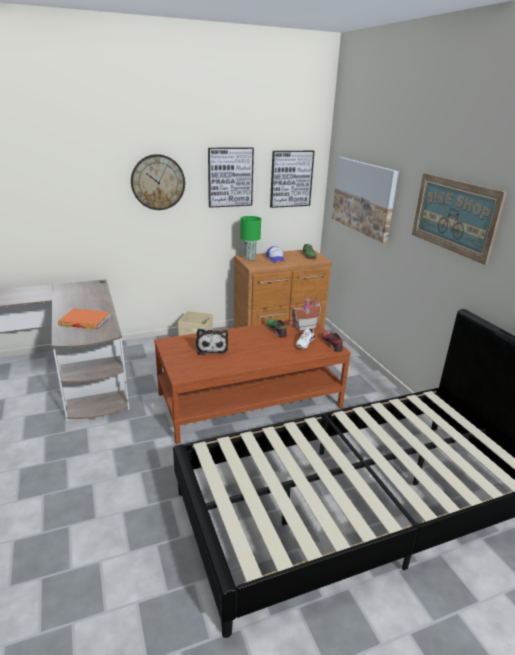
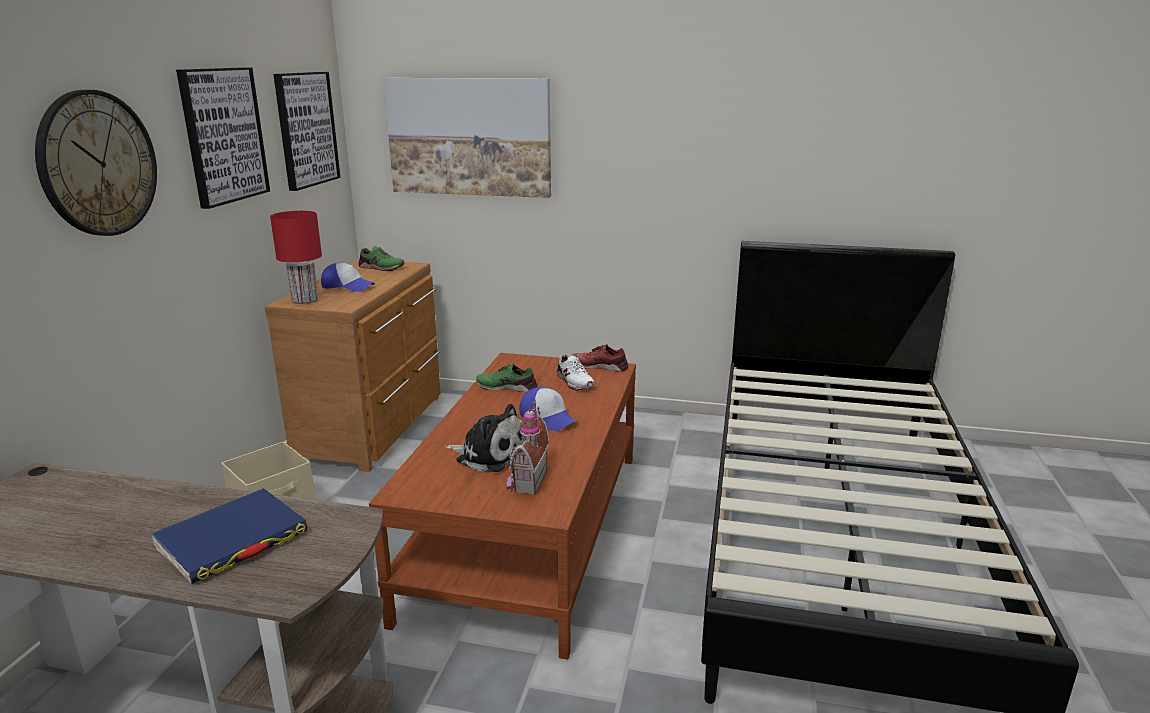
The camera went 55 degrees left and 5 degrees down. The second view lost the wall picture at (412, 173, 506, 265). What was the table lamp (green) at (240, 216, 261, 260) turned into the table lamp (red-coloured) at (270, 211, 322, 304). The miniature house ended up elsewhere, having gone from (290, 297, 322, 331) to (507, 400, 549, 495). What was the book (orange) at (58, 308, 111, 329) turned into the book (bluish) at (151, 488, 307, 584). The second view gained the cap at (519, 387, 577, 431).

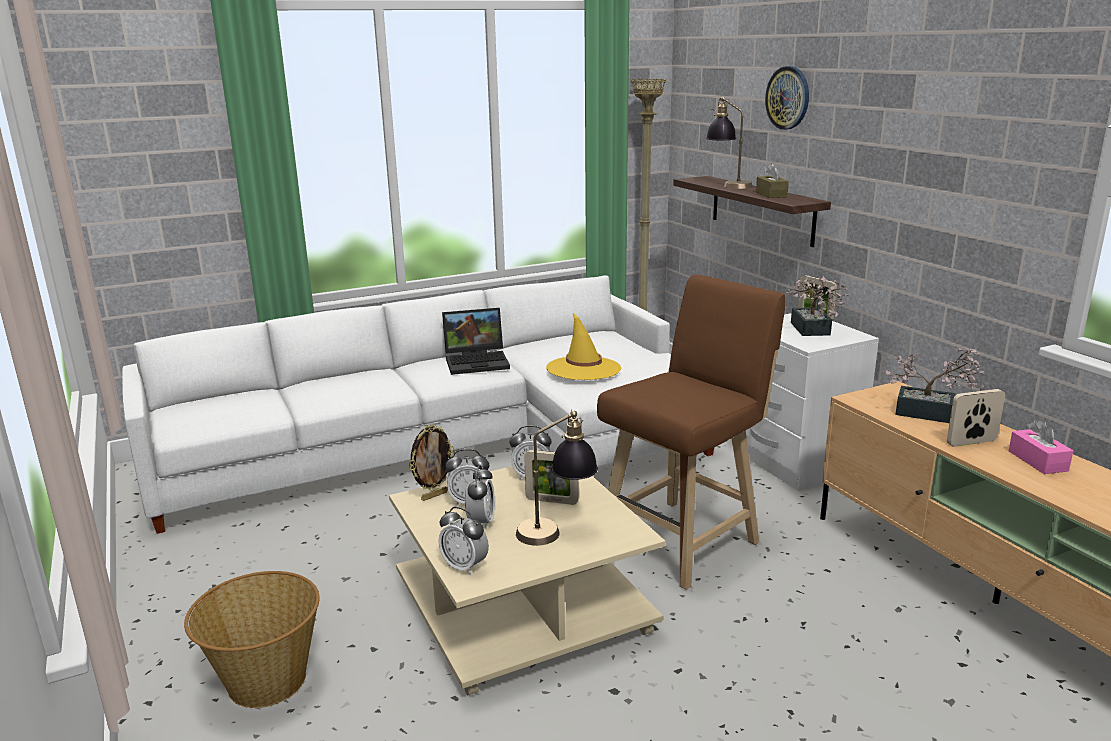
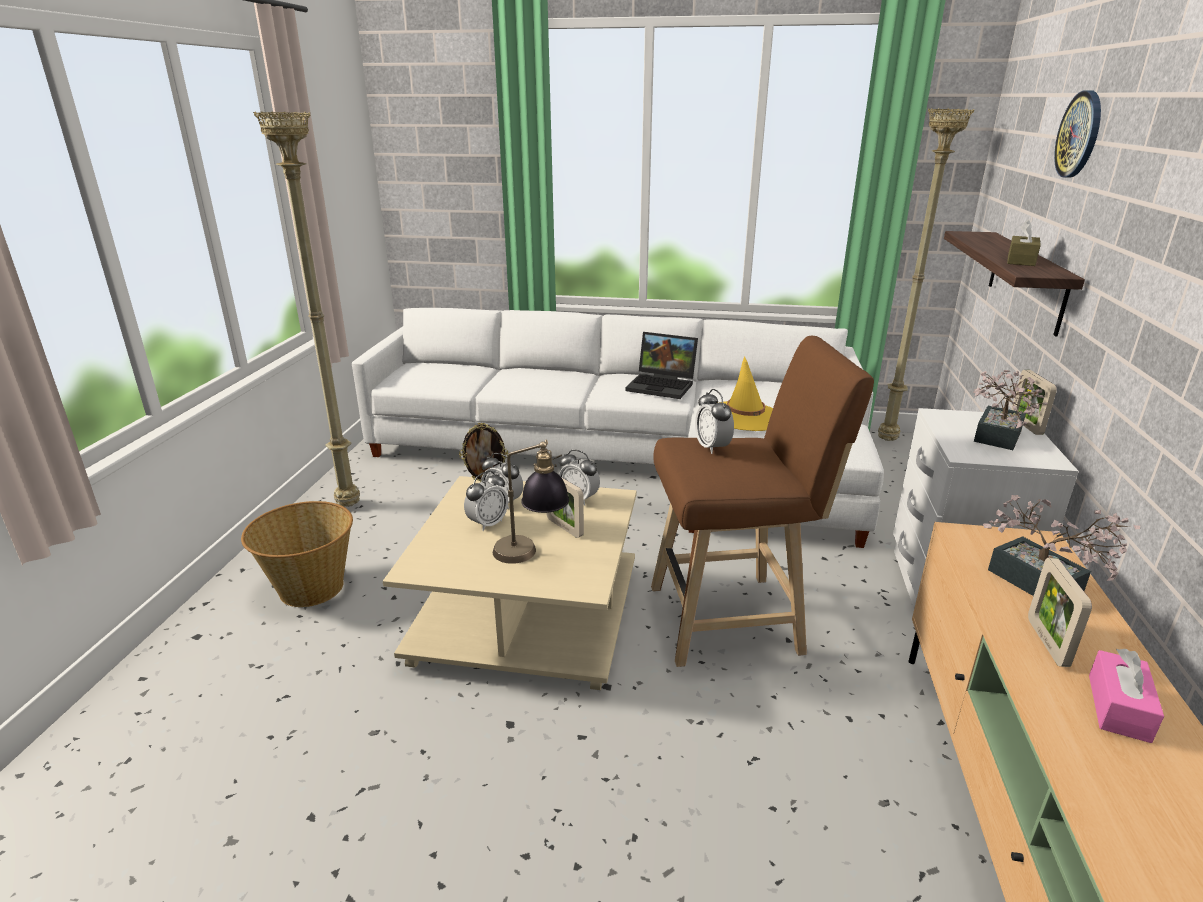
The camera went 35 degrees right and 5 degrees up. The second view lost the table lamp at (706, 97, 753, 189). The standing frame at (947, 389, 1005, 447) ended up facing another way, 105 degrees counterclockwise from before. The table clock ended up elsewhere, having gone from (438, 507, 489, 575) to (695, 389, 734, 454). The second view gained the standing lamp (beige-coloured) at (253, 111, 360, 507).

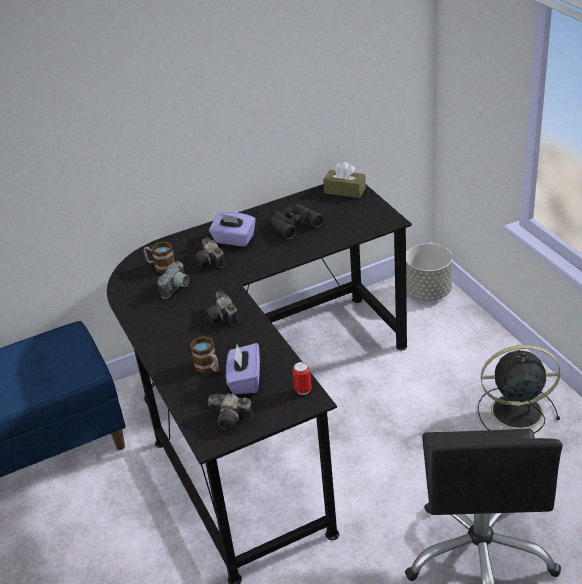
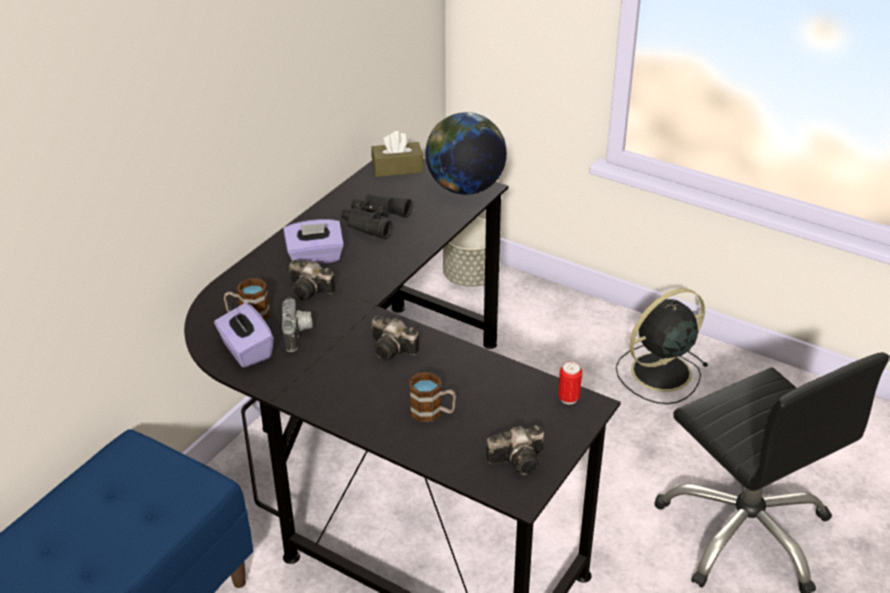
The camera went 35 degrees left and 0 degrees up. The box of tissues (purplish) ended up elsewhere, having gone from (226, 343, 260, 394) to (214, 303, 274, 368). The second view gained the world globe at (425, 112, 507, 195).

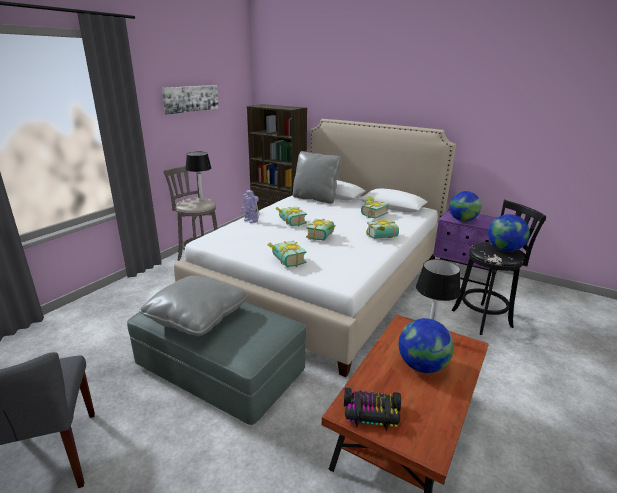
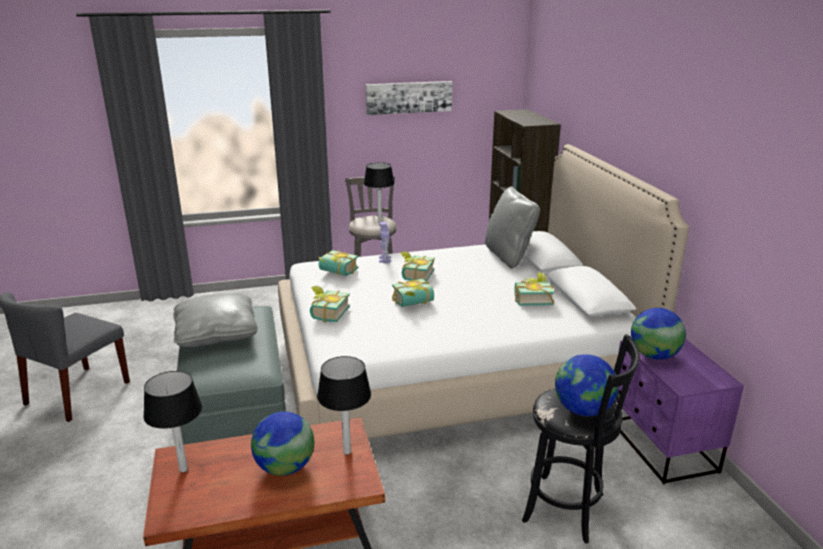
The camera went 45 degrees right and 0 degrees up. The book ended up elsewhere, having gone from (366, 220, 399, 239) to (318, 250, 359, 276). Where the toy car stood at (344, 387, 401, 432), the table lamp came to stand at (143, 371, 202, 472).

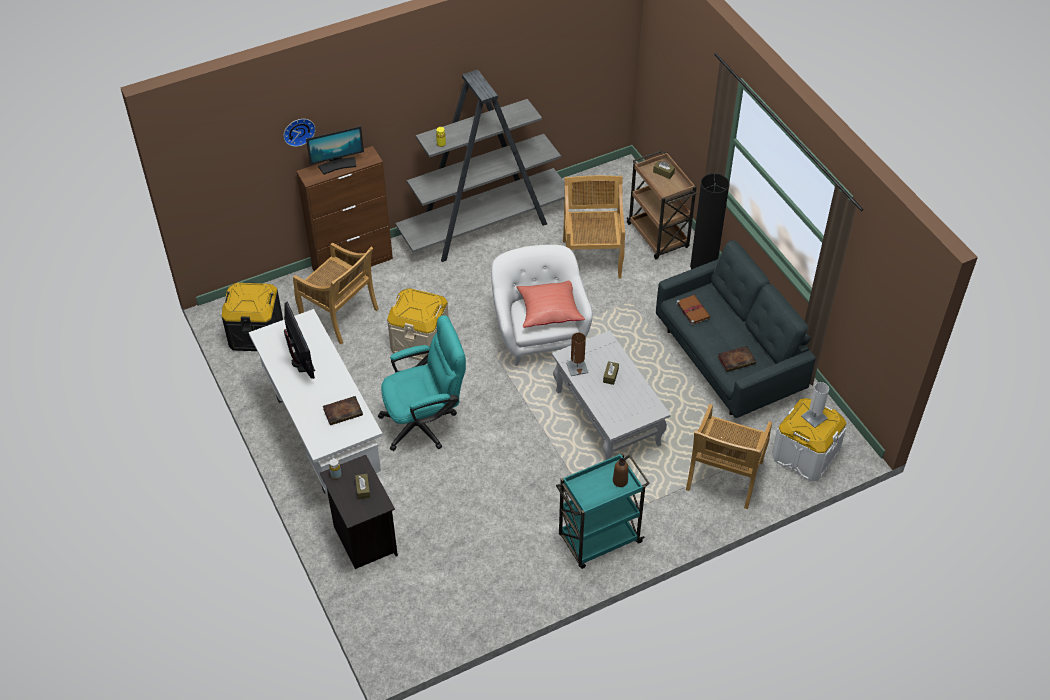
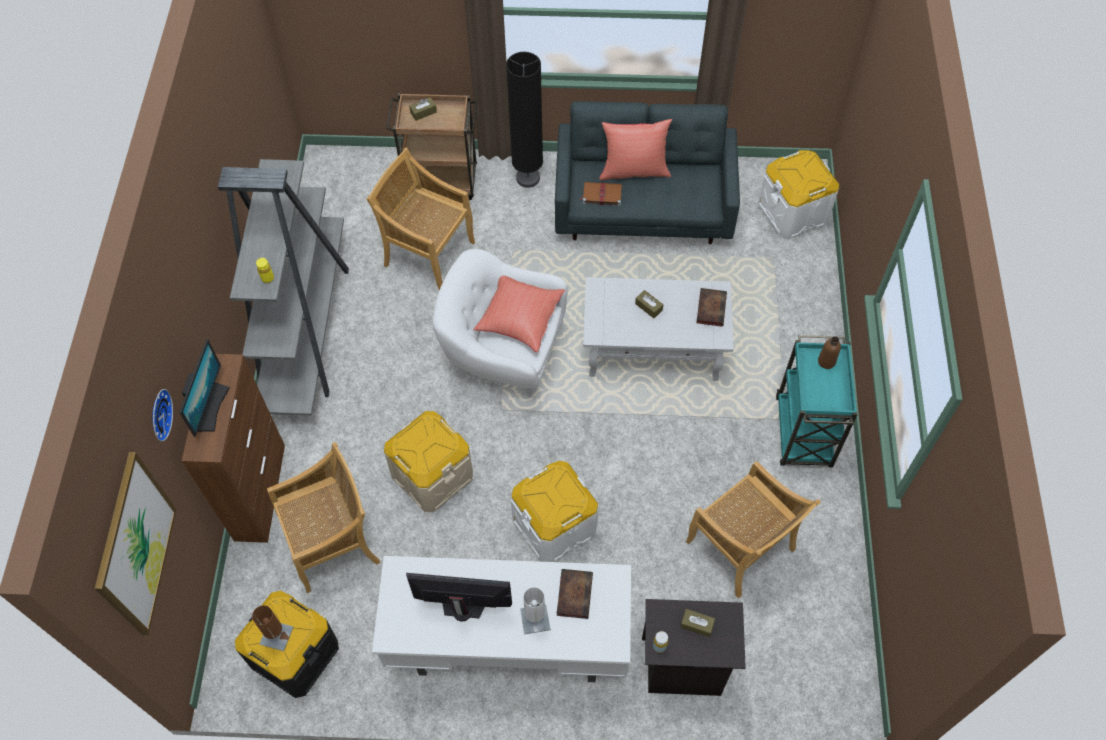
The camera went 60 degrees left and 10 degrees up. Where the computer chair (turquoise) stood at (378, 315, 466, 451), the storage bin (whitish) came to stand at (511, 461, 599, 562). The table lamp (brown-coloured) ended up elsewhere, having gone from (566, 333, 589, 376) to (252, 605, 293, 651). The book ended up elsewhere, having gone from (718, 346, 756, 372) to (696, 288, 727, 327). The table lamp (whitish) ended up elsewhere, having gone from (801, 382, 829, 428) to (520, 587, 551, 635). The chair (beige-coloured) ended up elsewhere, having gone from (686, 404, 772, 509) to (686, 461, 821, 598). The second view gained the throw pillow (red-coloured) at (599, 119, 672, 180). The second view gained the wall picture at (95, 452, 176, 635).

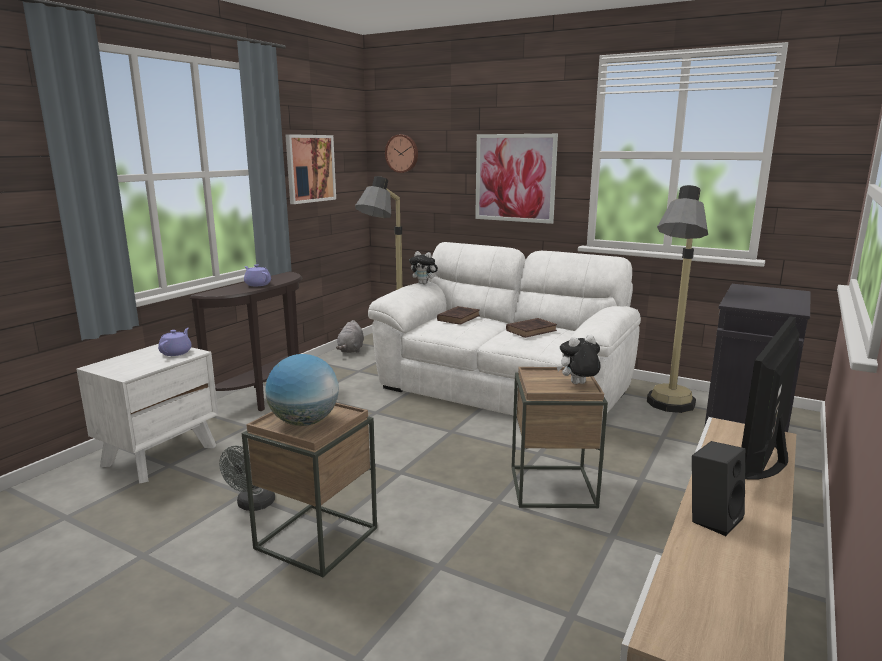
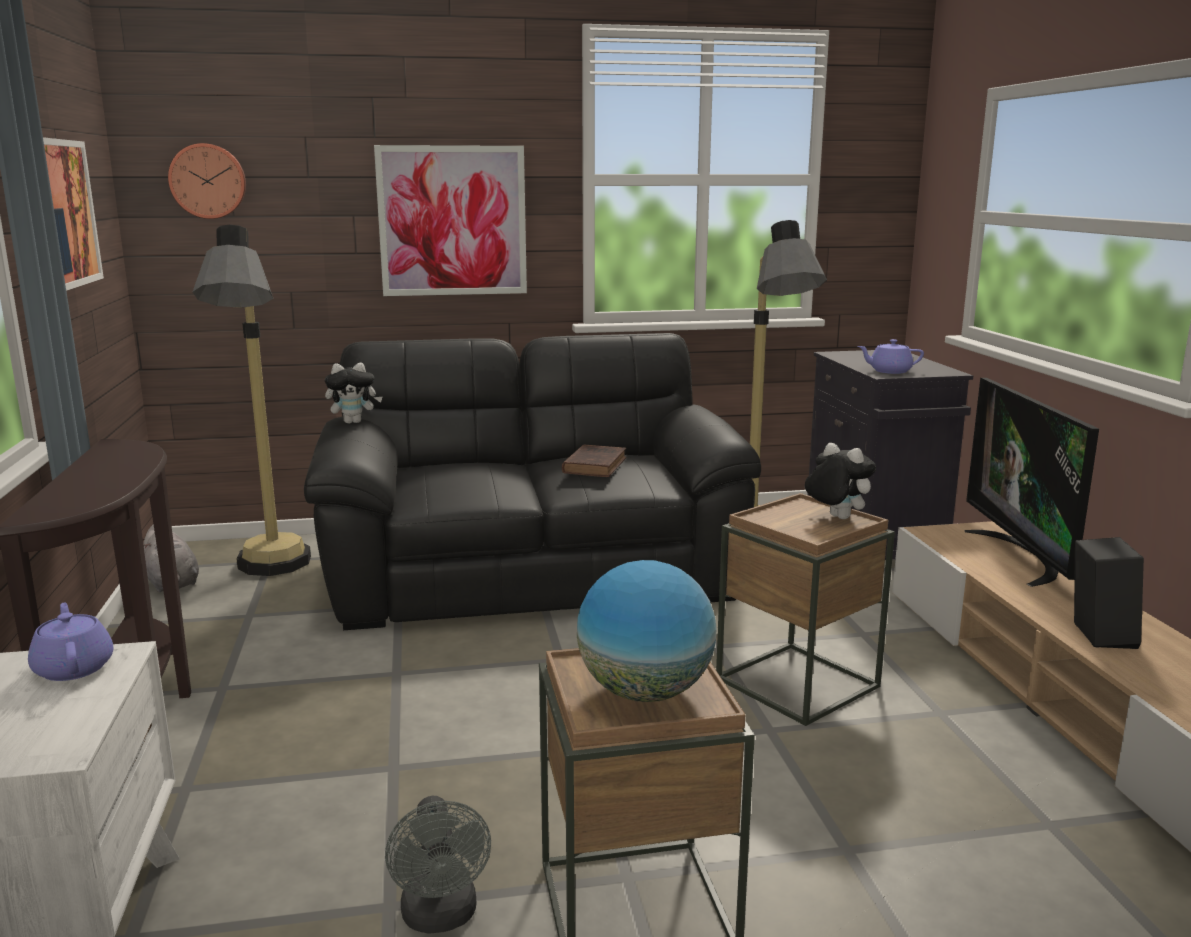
The camera went 40 degrees left and 0 degrees up. What was the settee (whitish) at (368, 242, 641, 419) turned into the settee (black-coloured) at (304, 333, 761, 630). The pot for tea (purplish) ended up elsewhere, having gone from (244, 264, 271, 286) to (858, 339, 924, 374). The second view lost the book (brown-coloured) at (437, 306, 480, 325). The plush toy at (557, 335, 601, 384) ended up facing another way, 105 degrees clockwise from before.

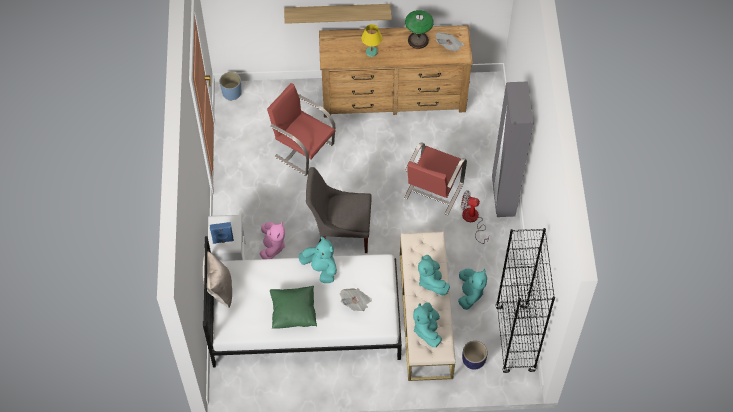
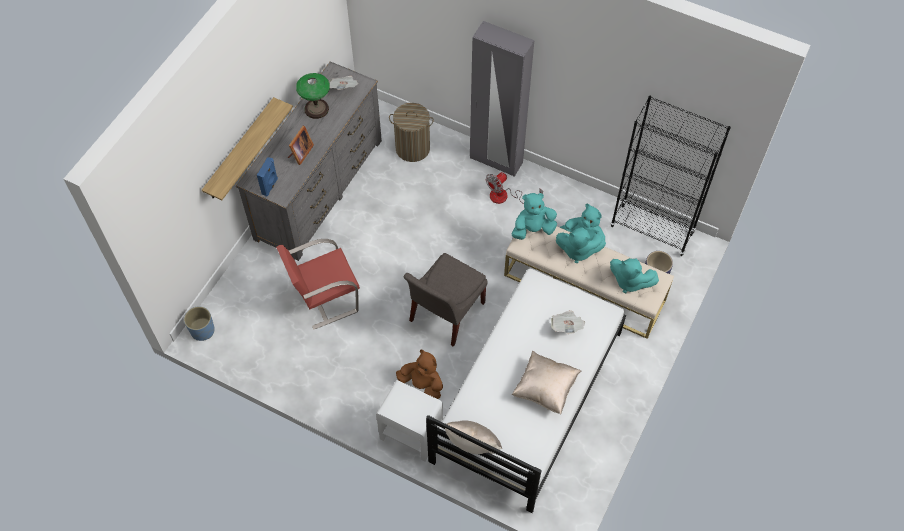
The camera went 60 degrees left and 0 degrees up. Where the table lamp (yellow) stood at (361, 24, 382, 57), the standing frame came to stand at (288, 126, 314, 165). What was the chest of drawers (brown-coloured) at (319, 25, 473, 117) turned into the chest of drawers (greyish) at (236, 61, 382, 261). The second view lost the chair (red-coloured) at (404, 142, 467, 215). The loudspeaker (bluish) ended up elsewhere, having gone from (210, 222, 234, 244) to (257, 157, 278, 197). What was the plush toy (pink-coloured) at (260, 222, 285, 259) turned into the plush toy (brown-coloured) at (396, 350, 443, 399). The plush toy (turquoise) ended up elsewhere, having gone from (299, 236, 337, 283) to (512, 193, 557, 240). What was the throw pillow (green) at (270, 286, 317, 329) turned into the throw pillow (beige-coloured) at (512, 350, 582, 414). The second view gained the hamper at (389, 103, 434, 162).

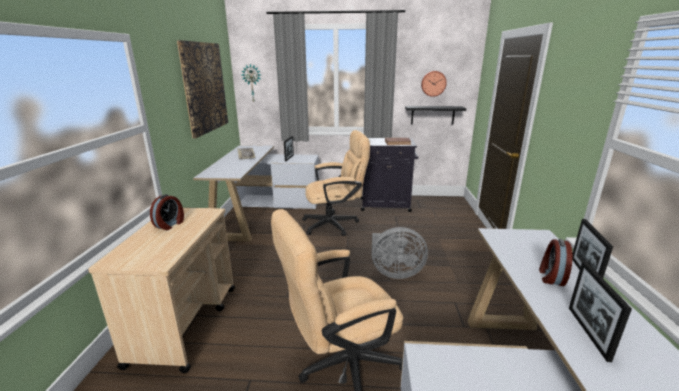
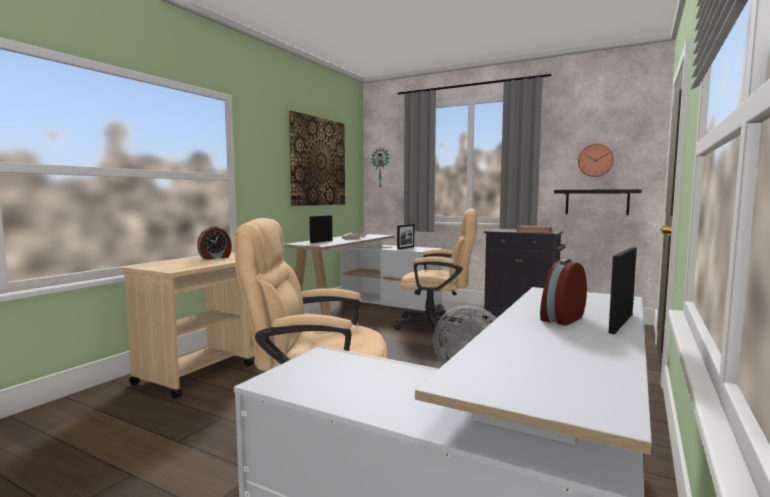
The camera went 25 degrees right and 15 degrees down. The standing frame ended up elsewhere, having gone from (569, 261, 632, 362) to (310, 215, 332, 243).

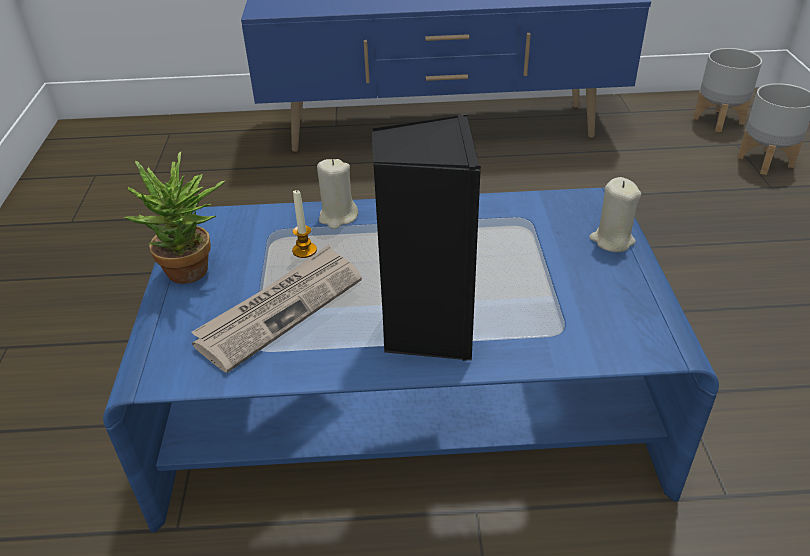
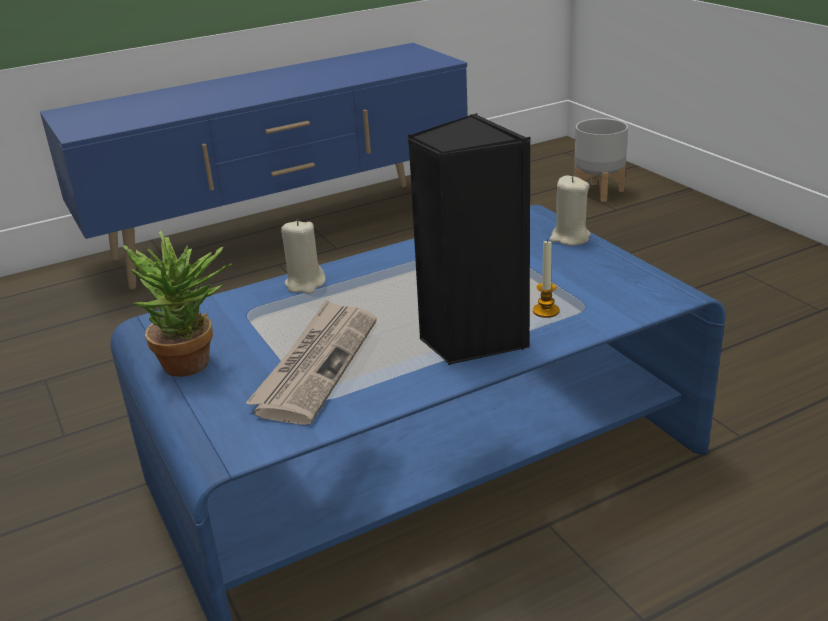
The camera went 25 degrees left and 10 degrees down. The second view lost the plant pot (greyish) at (693, 48, 762, 132). The candle ended up elsewhere, having gone from (292, 189, 317, 258) to (533, 239, 560, 318).

